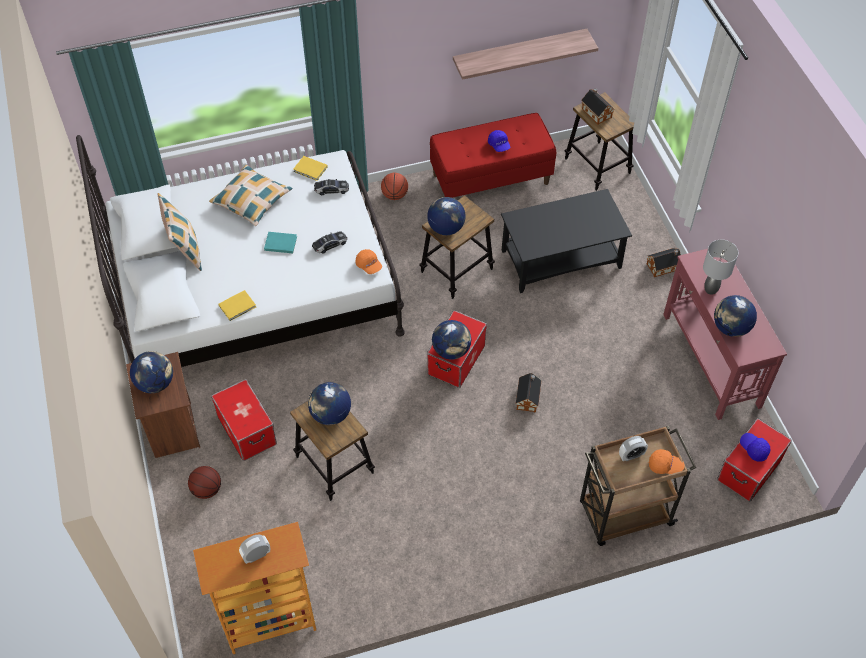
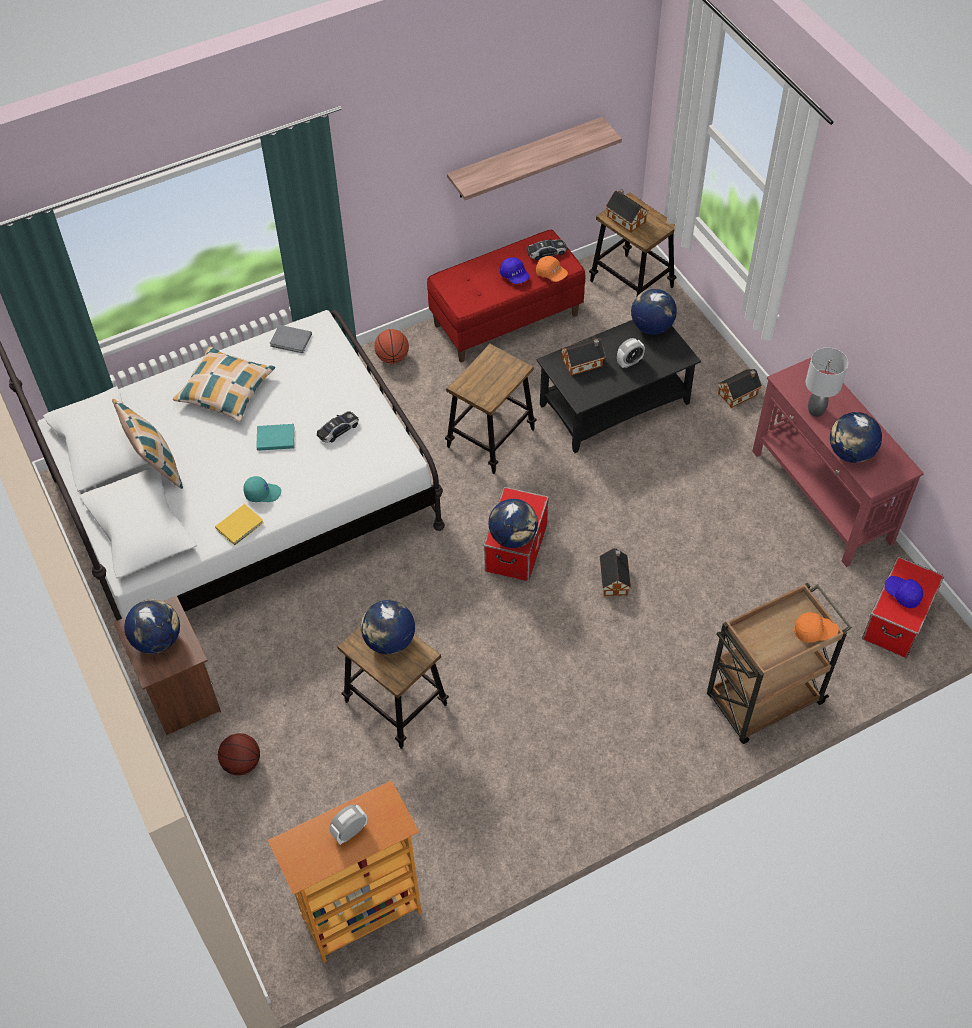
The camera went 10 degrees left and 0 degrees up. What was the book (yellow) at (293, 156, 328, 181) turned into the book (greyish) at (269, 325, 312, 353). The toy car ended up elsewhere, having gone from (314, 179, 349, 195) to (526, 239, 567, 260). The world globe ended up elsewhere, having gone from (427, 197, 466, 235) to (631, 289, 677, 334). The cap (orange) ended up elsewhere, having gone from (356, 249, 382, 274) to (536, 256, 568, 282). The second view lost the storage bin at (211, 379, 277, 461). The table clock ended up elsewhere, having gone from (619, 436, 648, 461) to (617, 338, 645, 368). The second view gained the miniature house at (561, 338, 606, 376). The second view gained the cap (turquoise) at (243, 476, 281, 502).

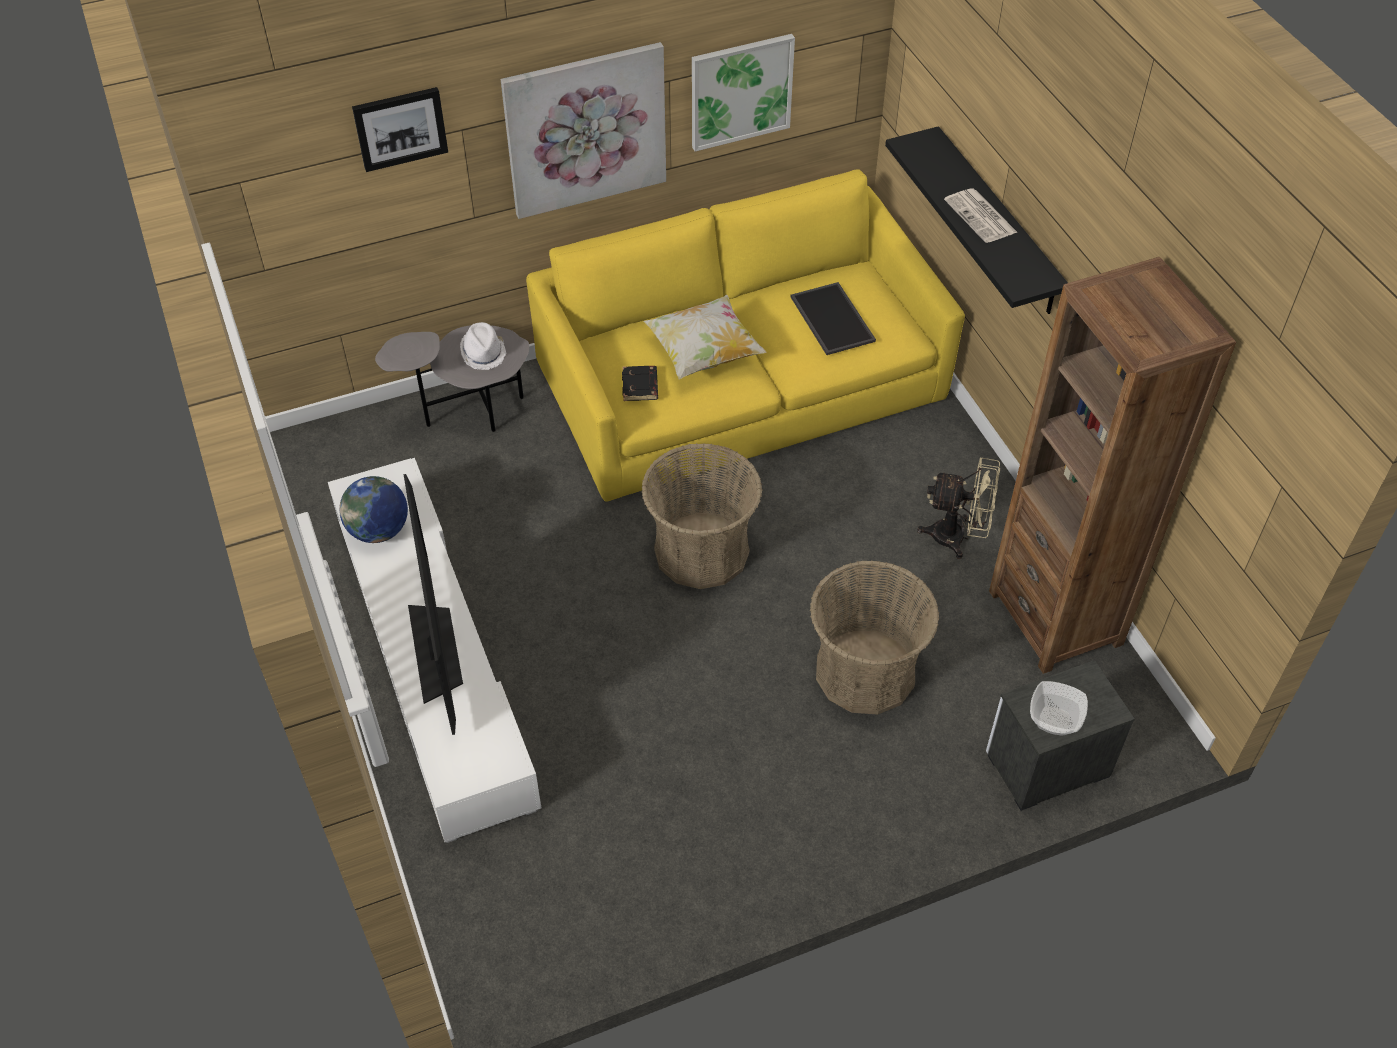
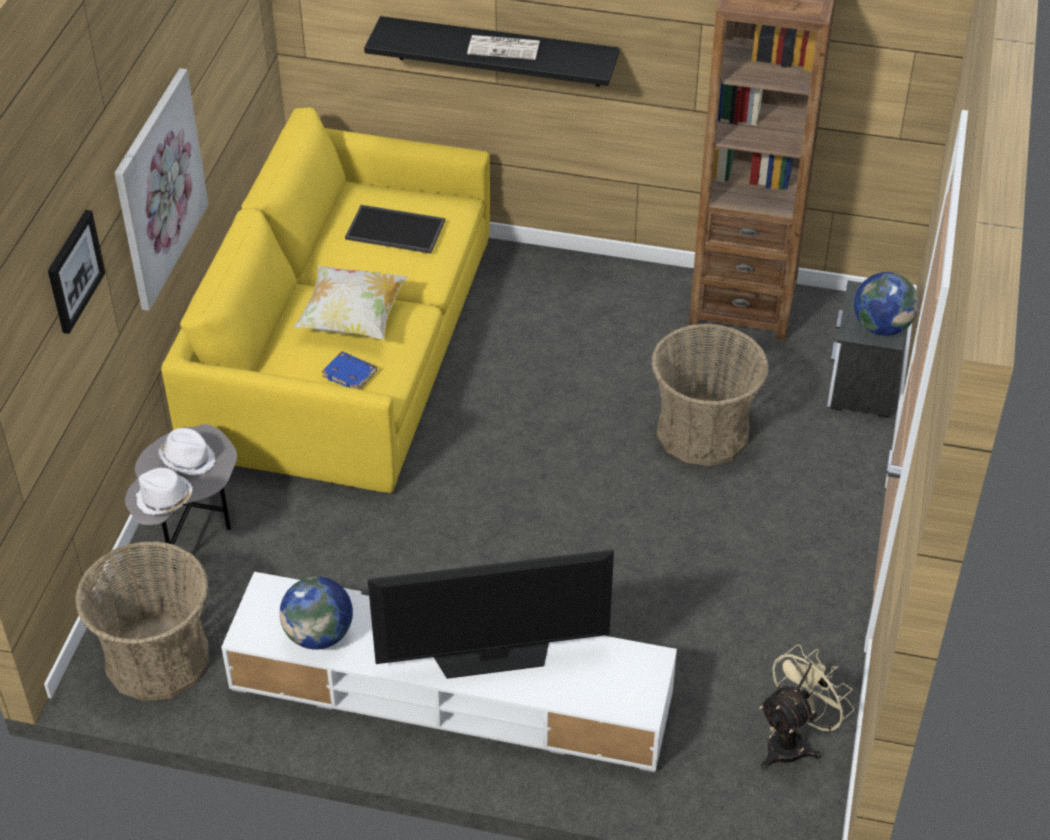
The camera went 55 degrees left and 5 degrees down. The second view lost the wall picture at (692, 34, 795, 152). What was the book (black-coloured) at (622, 366, 658, 401) turned into the book (bluish) at (321, 351, 377, 389). The basket ended up elsewhere, having gone from (641, 443, 762, 589) to (75, 541, 209, 701). The electric fan (beige-coloured) ended up elsewhere, having gone from (917, 457, 1000, 559) to (759, 644, 854, 770). The television at (404, 474, 463, 735) ended up facing another way, 150 degrees clockwise from before. Where the bowl stood at (1030, 681, 1088, 735), the world globe came to stand at (854, 272, 919, 336). The second view gained the hat (whitish) at (136, 468, 193, 515).

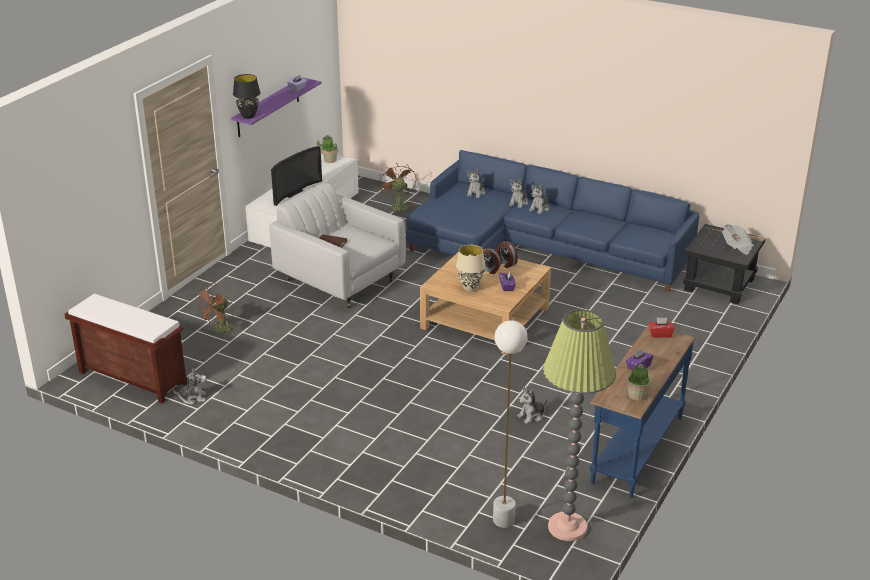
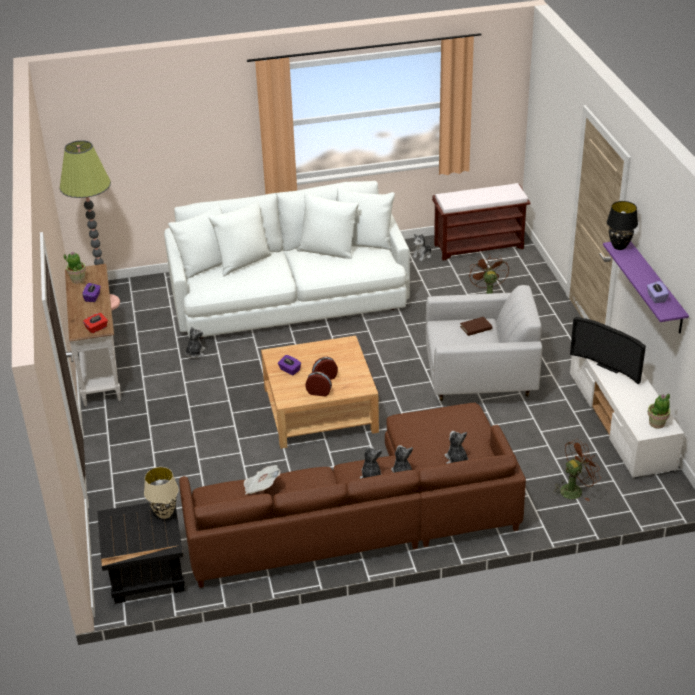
The camera went 140 degrees right and 5 degrees up. The television at (271, 146, 322, 206) ended up facing another way, 45 degrees counterclockwise from before. What was the settee (bluish) at (406, 150, 700, 292) turned into the settee (brown-coloured) at (179, 403, 526, 588). The electric fan (brown-coloured) at (379, 164, 416, 214) ended up facing another way, 60 degrees counterclockwise from before. The printed paper ended up elsewhere, having gone from (722, 224, 754, 255) to (244, 465, 280, 495). The table lamp (beige-coloured) ended up elsewhere, having gone from (456, 245, 486, 292) to (144, 467, 179, 519). The second view lost the standing lamp (whitish) at (493, 320, 527, 528). What was the console table (bluish) at (590, 325, 695, 498) turned into the console table (whitish) at (65, 264, 121, 406). The second view gained the settee (whitish) at (164, 181, 410, 338).

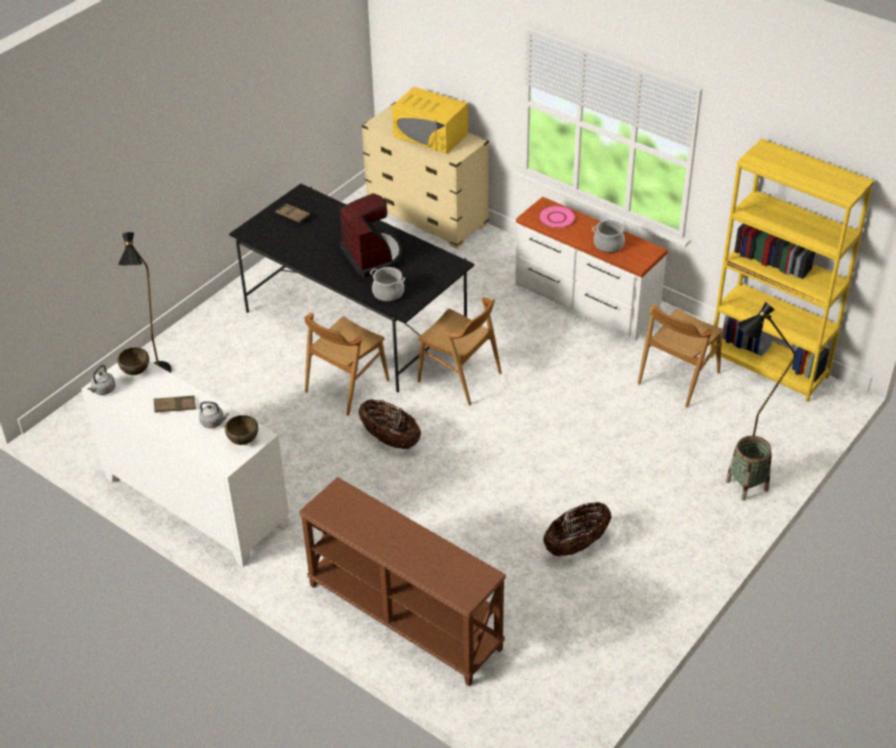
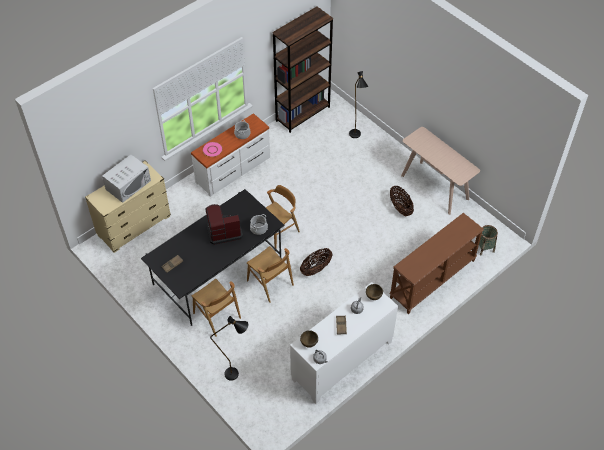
The camera went 80 degrees left and 10 degrees up. What was the microwave oven (yellow) at (392, 87, 468, 154) turned into the microwave oven (whitish) at (102, 154, 151, 203). What was the bookcase (yellow) at (710, 139, 874, 402) turned into the bookcase (brown-coloured) at (272, 7, 333, 133). The chair (brown-coloured) ended up elsewhere, having gone from (638, 304, 724, 408) to (192, 279, 241, 337). The basket ended up elsewhere, having gone from (726, 436, 772, 501) to (479, 225, 498, 256). The second view gained the console table (beige-coloured) at (401, 127, 480, 215).

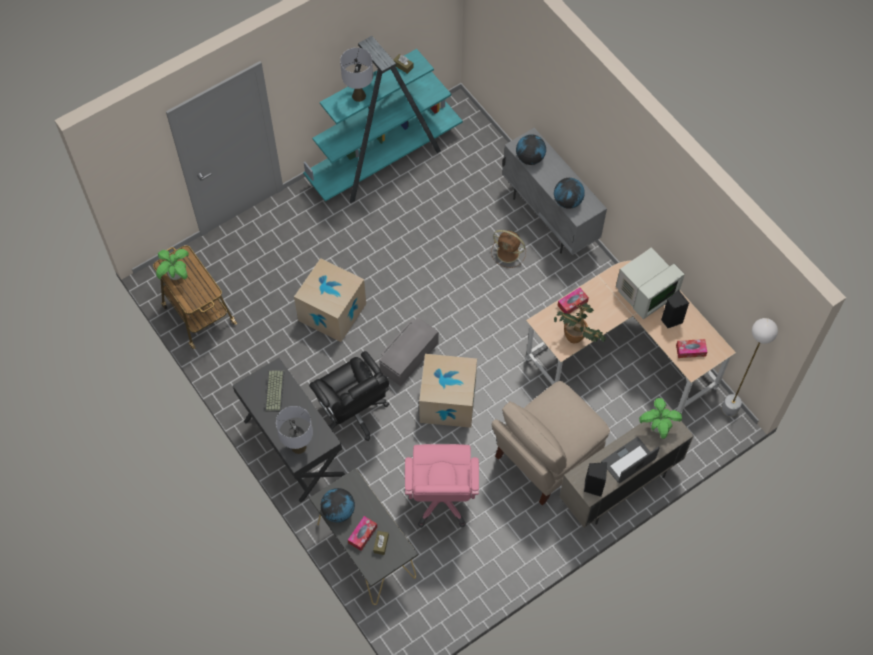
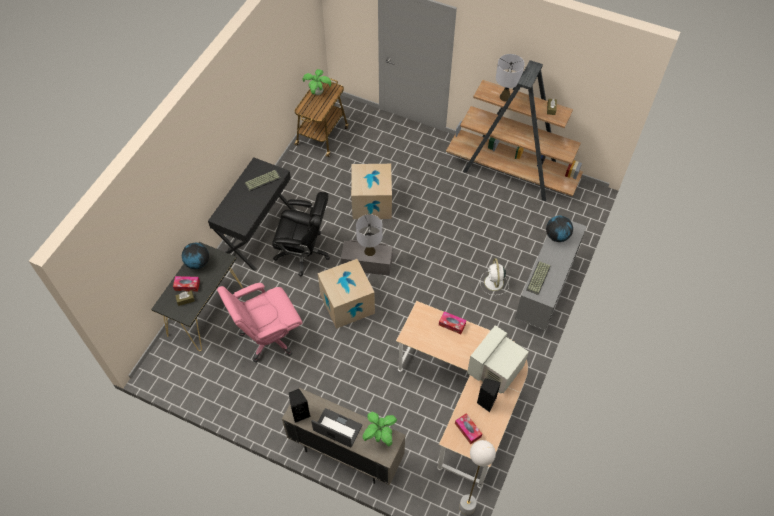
The camera went 60 degrees right and 5 degrees down. What was the bookcase (turquoise) at (303, 36, 463, 203) turned into the bookcase (brown-coloured) at (446, 60, 583, 201). Where the world globe stood at (554, 178, 585, 209), the computer keyboard came to stand at (526, 261, 551, 295). What was the electric fan (brown-coloured) at (491, 230, 526, 268) turned into the electric fan (whitish) at (480, 258, 509, 295). The computer display at (616, 247, 685, 320) ended up facing another way, 105 degrees clockwise from before. The second view lost the houseplant at (554, 303, 606, 343). The computer chair (black-coloured) at (309, 351, 389, 441) ended up facing another way, 105 degrees counterclockwise from before. The second view lost the chair (beige-coloured) at (492, 381, 610, 505). The table lamp (greyish) ended up elsewhere, having gone from (276, 406, 313, 454) to (356, 214, 382, 256).

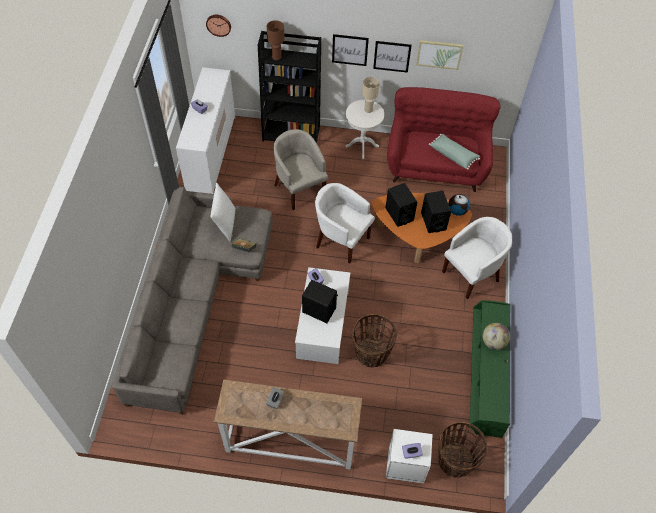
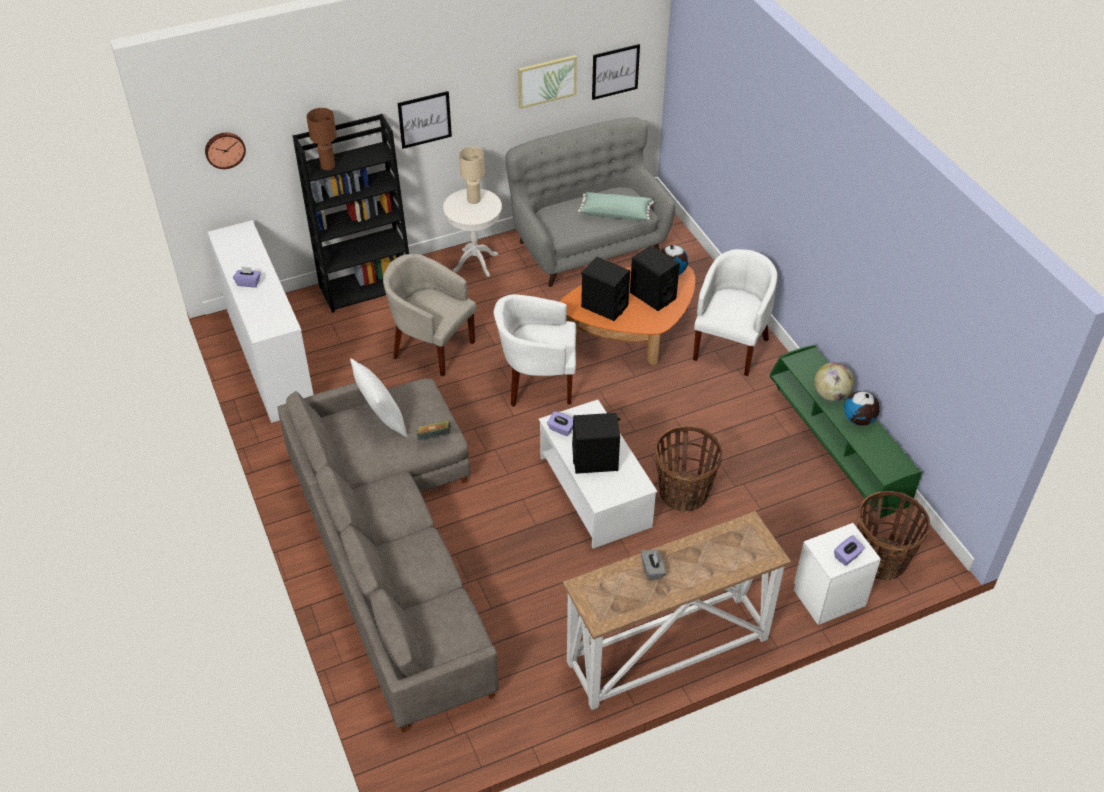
The camera went 30 degrees left and 10 degrees down. The wall picture ended up elsewhere, having gone from (373, 41, 412, 73) to (592, 44, 640, 100). What was the settee (red-coloured) at (387, 87, 501, 192) turned into the settee (greyish) at (506, 117, 675, 287). The second view gained the world globe at (844, 391, 880, 426).

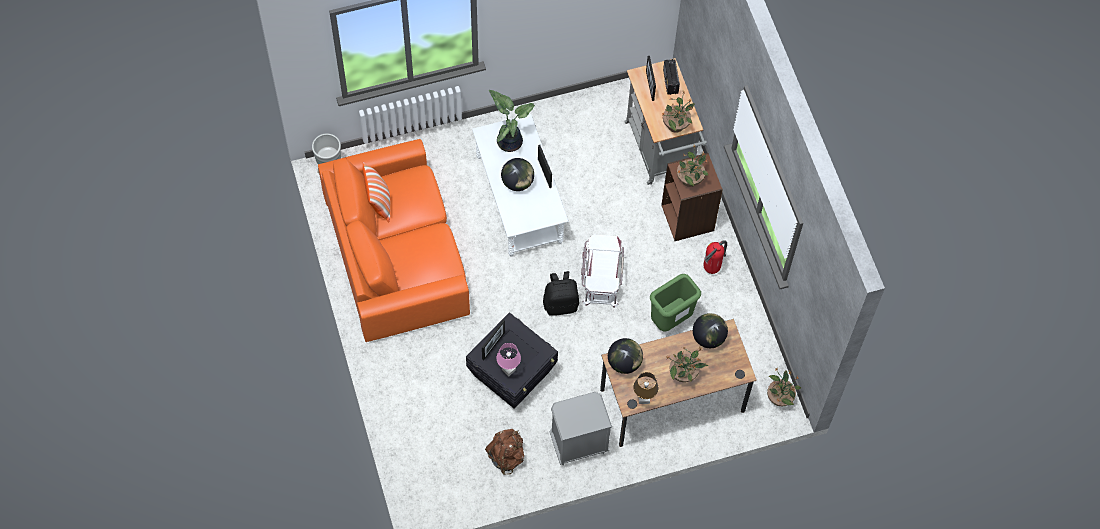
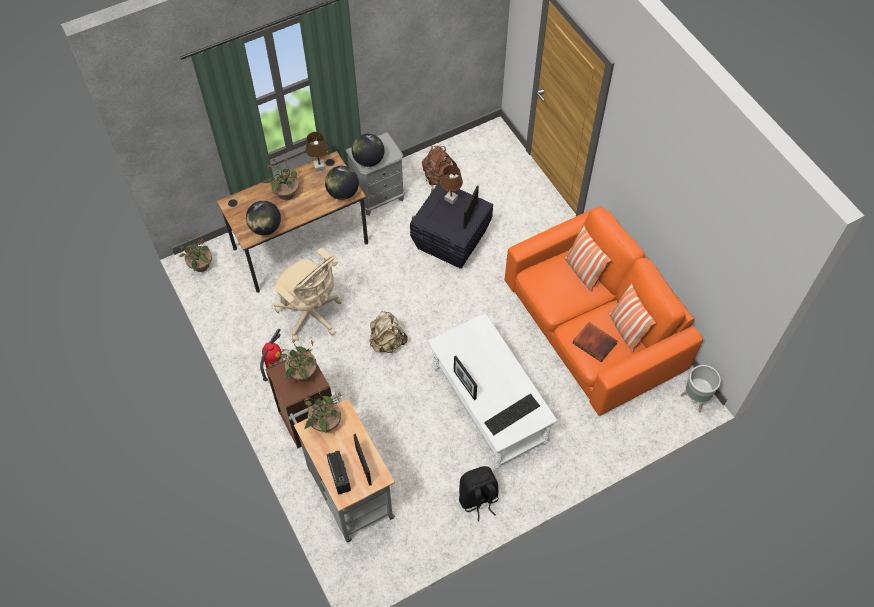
The camera went 170 degrees right and 5 degrees down. Where the houseplant stood at (489, 90, 535, 152), the computer keyboard came to stand at (484, 394, 540, 435). The world globe ended up elsewhere, having gone from (501, 158, 534, 191) to (352, 134, 384, 167). Where the storage bin (whitish) stood at (581, 235, 624, 308), the knapsack (beige-coloured) came to stand at (370, 311, 408, 353). The knapsack (black-coloured) ended up elsewhere, having gone from (543, 271, 579, 316) to (459, 466, 499, 521). Where the trash can (green) stood at (650, 274, 701, 331), the computer chair (beige-coloured) came to stand at (273, 247, 343, 341). What was the table lamp (pink-coloured) at (497, 343, 521, 376) turned into the table lamp (brown-coloured) at (440, 165, 463, 204). The second view gained the throw pillow at (564, 225, 611, 292). The second view gained the book at (573, 322, 617, 362).

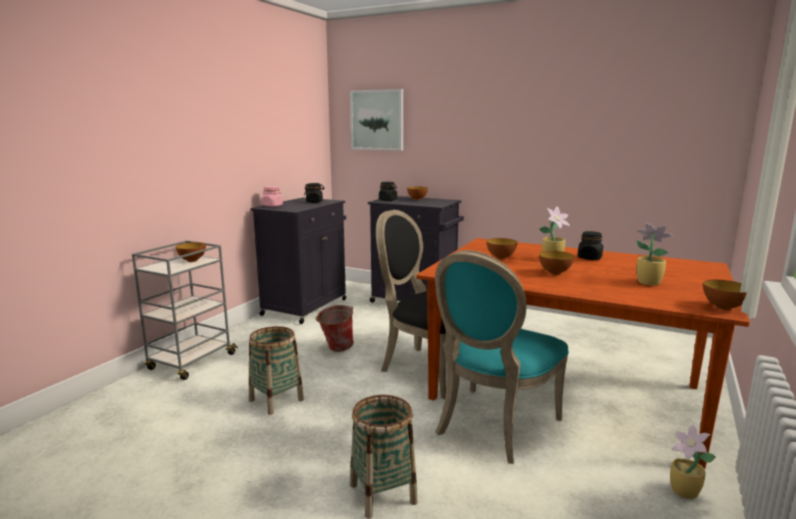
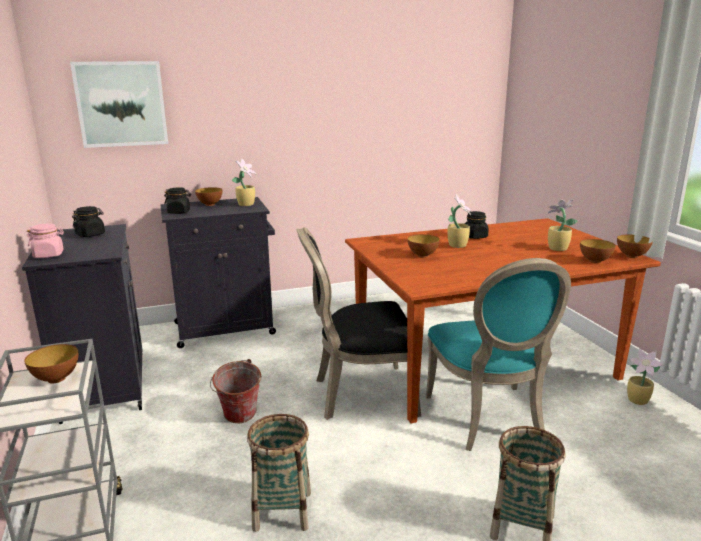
The camera went 45 degrees left and 5 degrees up. The bowl ended up elsewhere, having gone from (539, 251, 574, 275) to (580, 239, 616, 263). The second view gained the houseplant at (232, 158, 256, 206).

